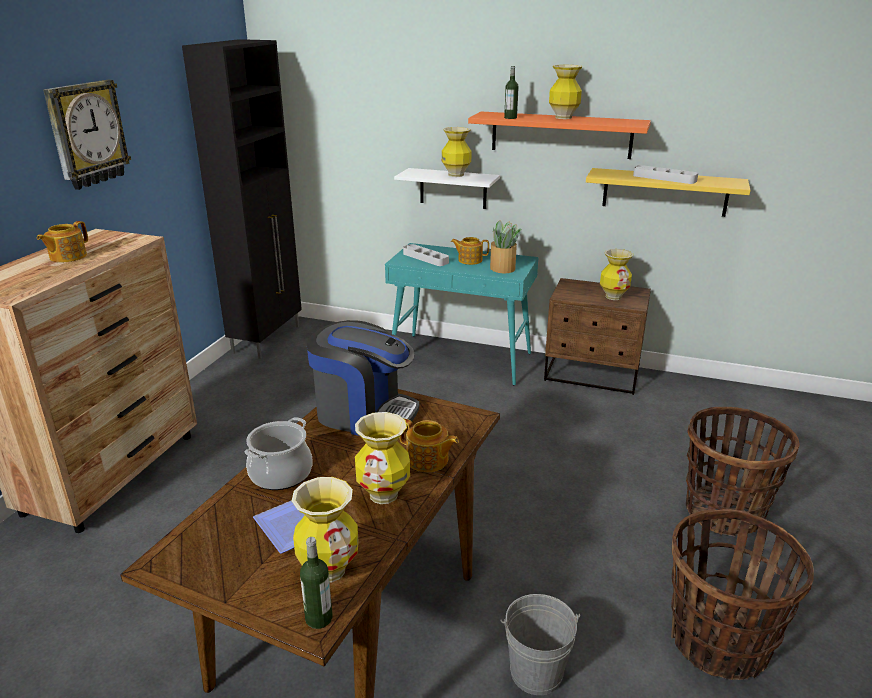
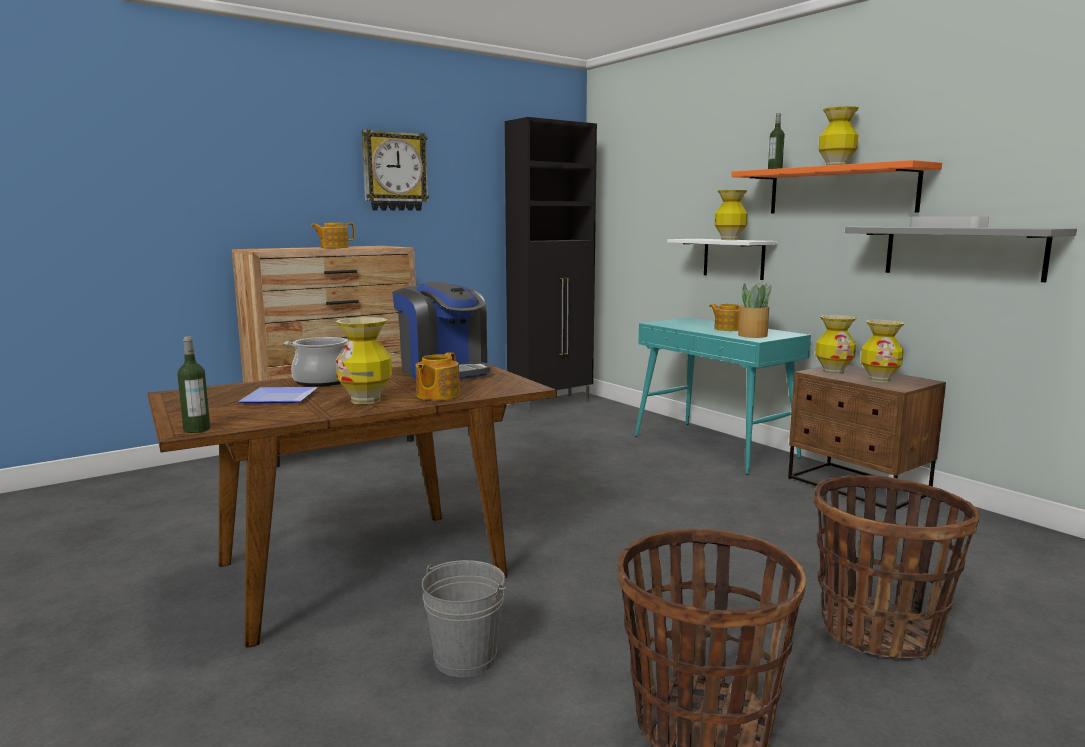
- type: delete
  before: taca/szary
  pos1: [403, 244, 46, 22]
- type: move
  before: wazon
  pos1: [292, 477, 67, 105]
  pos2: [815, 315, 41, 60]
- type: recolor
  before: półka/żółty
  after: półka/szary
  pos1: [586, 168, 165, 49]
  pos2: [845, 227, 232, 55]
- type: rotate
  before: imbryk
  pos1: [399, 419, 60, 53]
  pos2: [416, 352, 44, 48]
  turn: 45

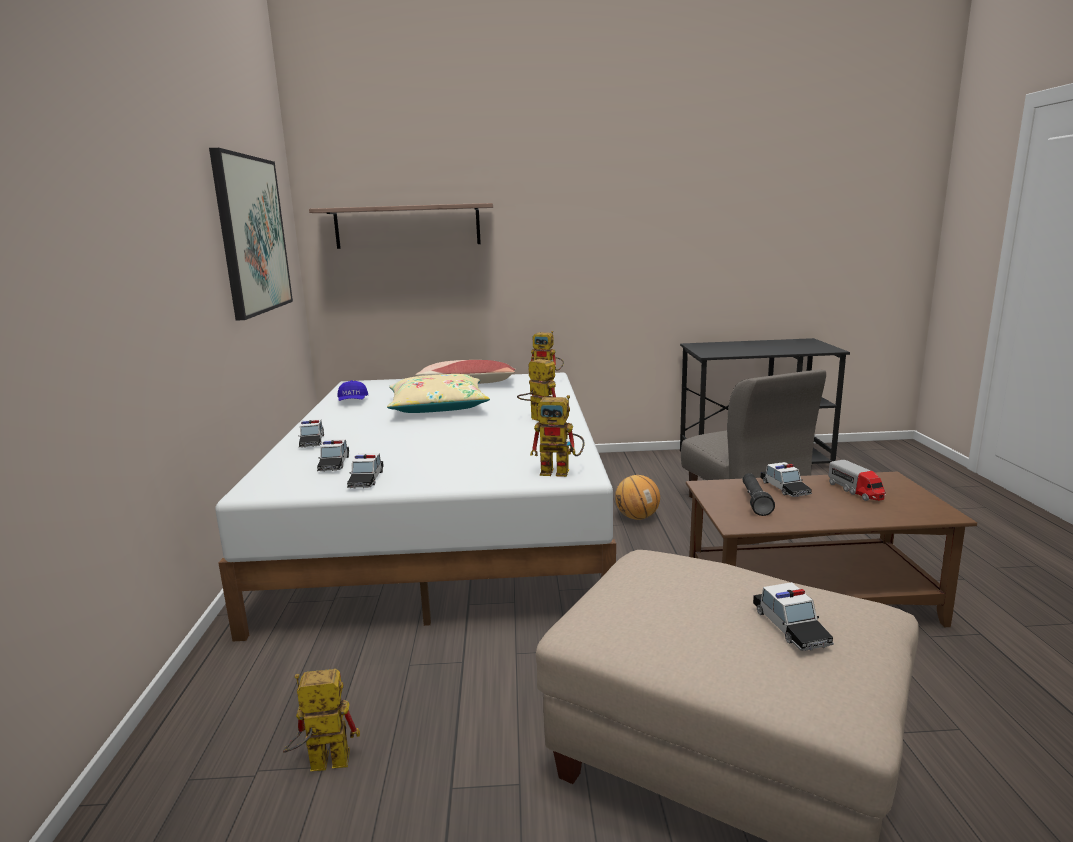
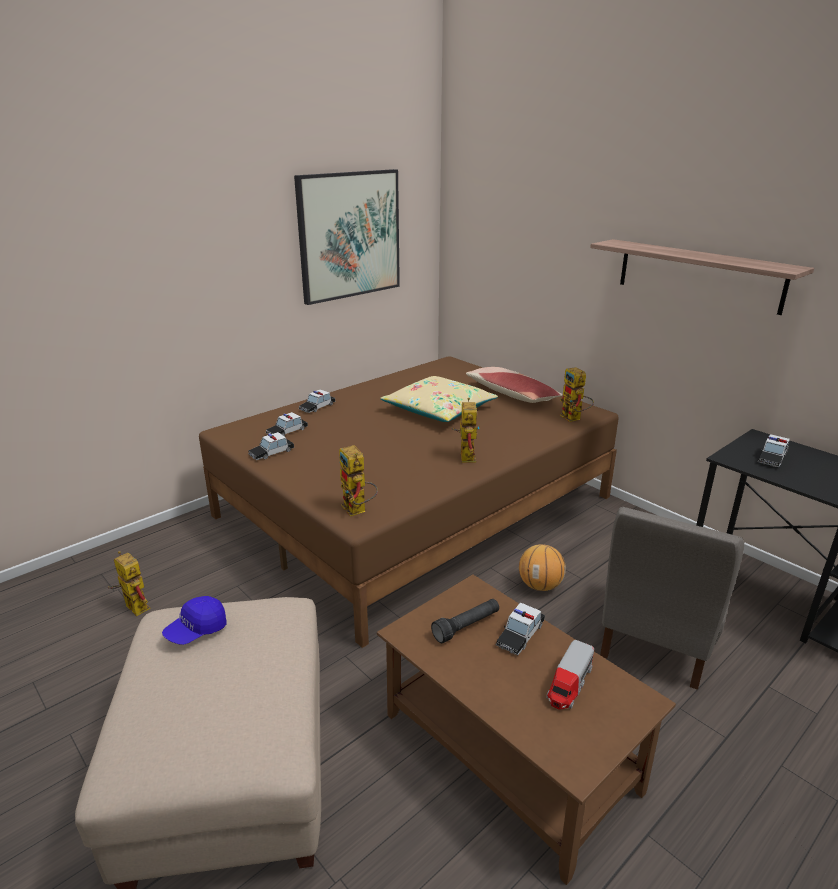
- type: move
  before: półka
  pos1: [309, 203, 184, 46]
  pos2: [590, 239, 224, 76]
- type: move
  before: czapka z daszkiem/niebieski
  pos1: [337, 380, 31, 21]
  pos2: [162, 596, 65, 49]
- type: move
  before: samochodzik
  pos1: [753, 582, 81, 69]
  pos2: [757, 434, 33, 33]
- type: recolor
  before: łóżko/biały
  after: łóżko/brązowy
  pos1: [215, 372, 401, 269]
  pos2: [199, 356, 420, 292]

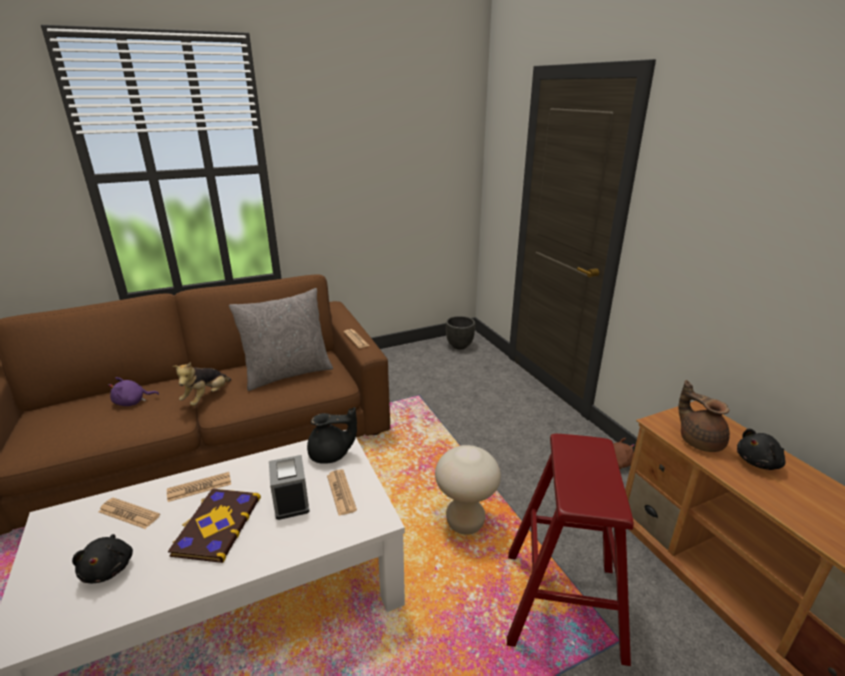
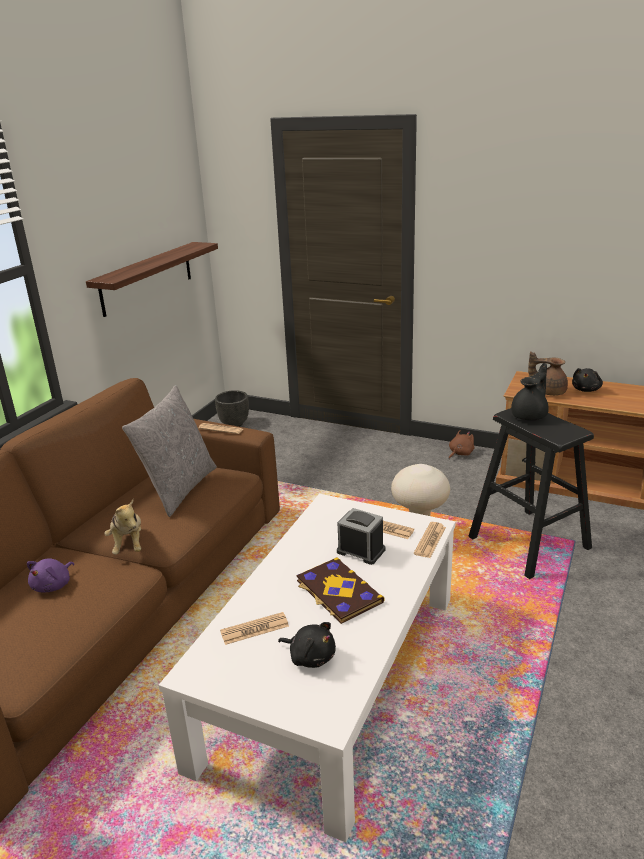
- type: insert
  after: półka
  pos2: [86, 242, 132, 75]
- type: move
  before: gazeta
  pos1: [167, 472, 64, 30]
  pos2: [414, 522, 32, 36]
- type: move
  before: imbryk/czarny
  pos1: [307, 407, 50, 57]
  pos2: [511, 363, 38, 57]
- type: recolor
  before: stołek/czerwony
  after: stołek/czarny
  pos1: [507, 434, 127, 232]
  pos2: [468, 408, 126, 171]

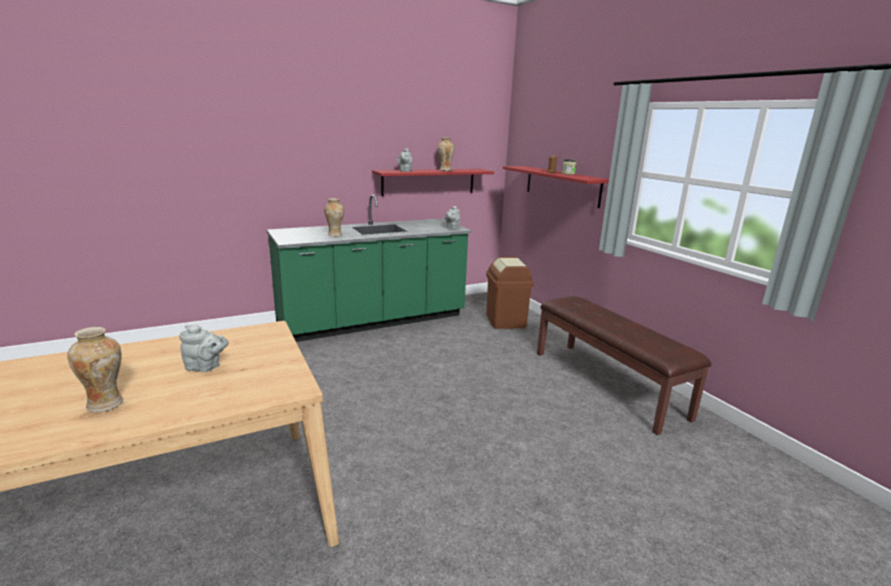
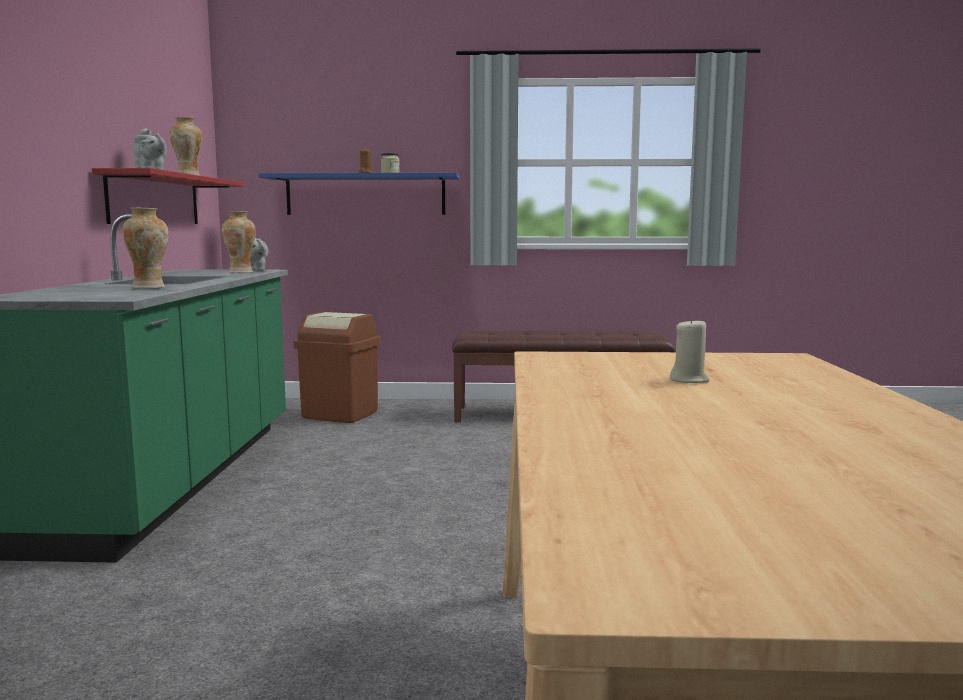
- type: move
  before: wazon
  pos1: [67, 327, 56, 85]
  pos2: [222, 211, 34, 62]
- type: replace
  before: imbryk/szary
  after: świeca/beżowy
  pos1: [179, 324, 50, 48]
  pos2: [670, 317, 40, 66]
- type: recolor
  before: półka/czerwony
  after: półka/niebieski
  pos1: [503, 166, 106, 42]
  pos2: [258, 172, 202, 43]

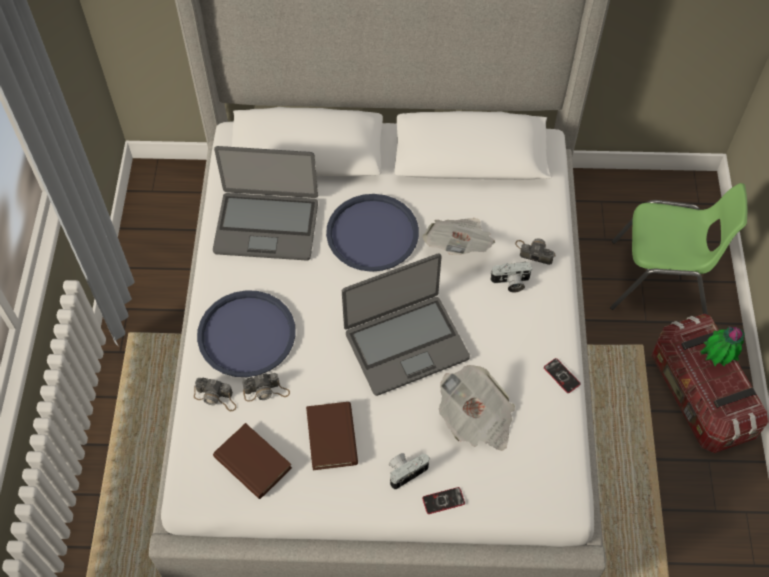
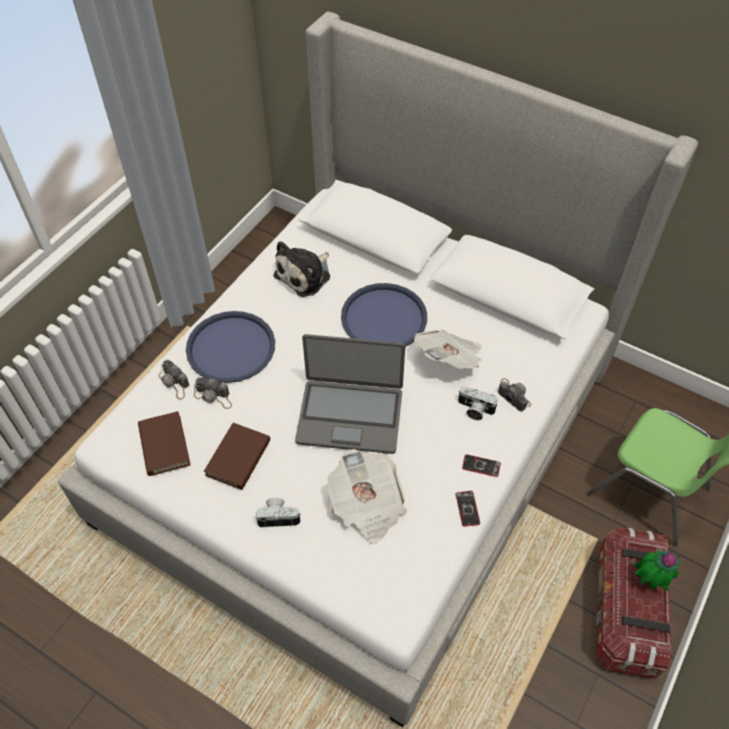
- type: move
  before: telefon
  pos1: [422, 487, 43, 27]
  pos2: [462, 454, 39, 23]
- type: replace
  before: laptop
  after: pluszak
  pos1: [213, 146, 105, 115]
  pos2: [273, 241, 57, 56]

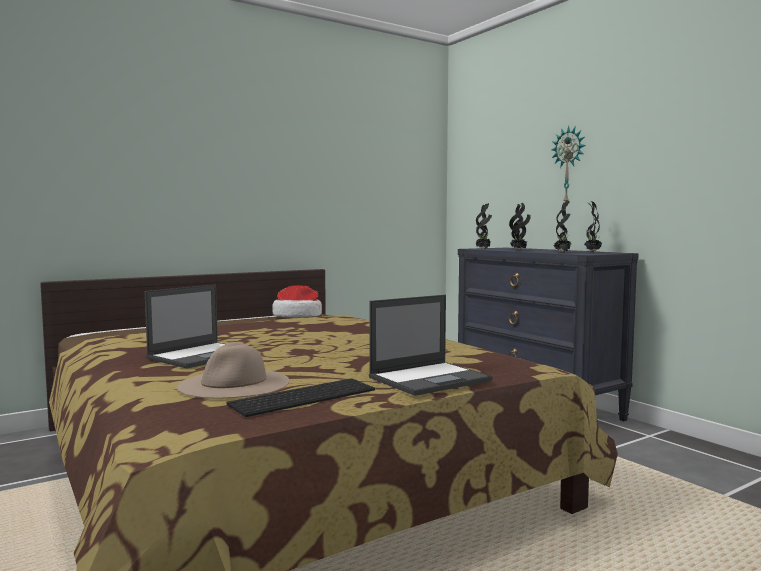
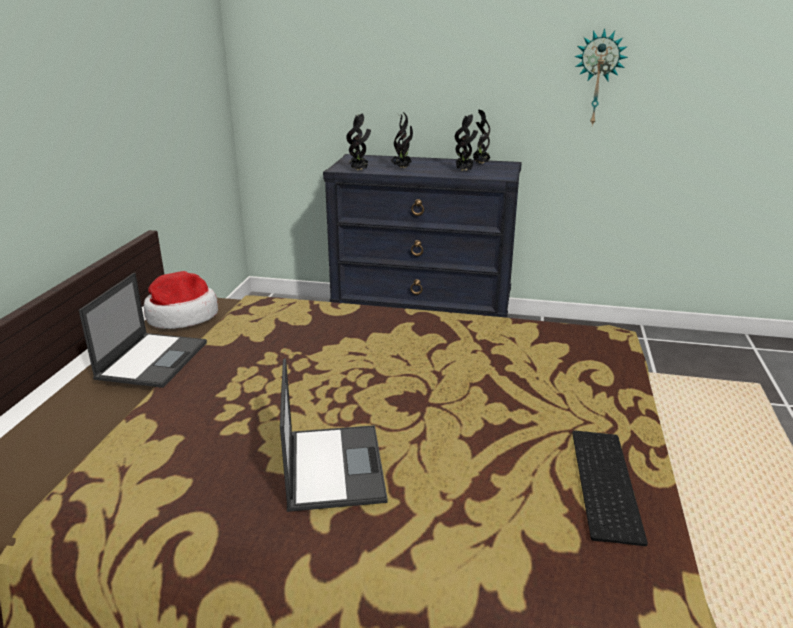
- type: delete
  before: kapelusz/beżowy
  pos1: [177, 342, 112, 57]
- type: move
  before: laptop
  pos1: [369, 295, 124, 101]
  pos2: [79, 273, 128, 115]
- type: move
  before: zegar ścienny
  pos1: [551, 125, 35, 77]
  pos2: [574, 28, 54, 98]

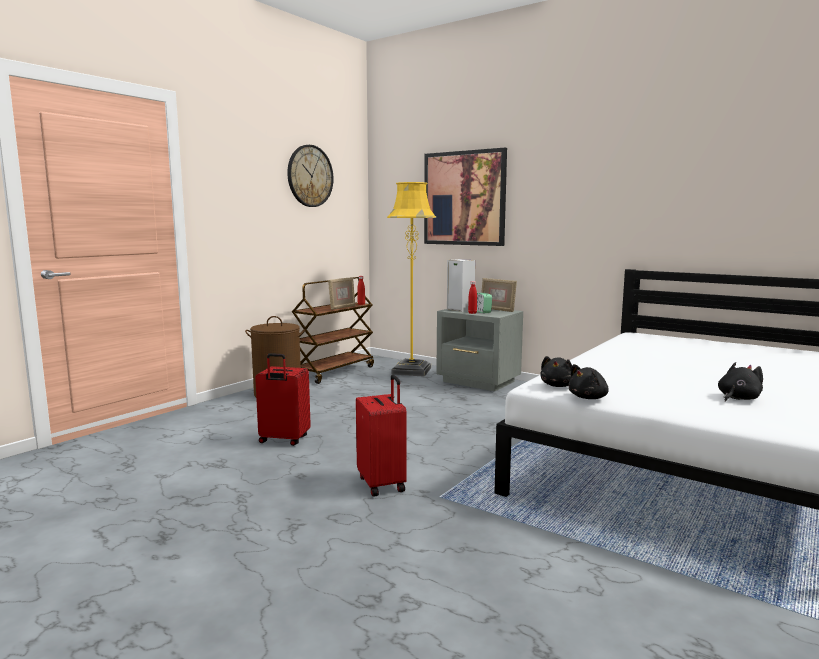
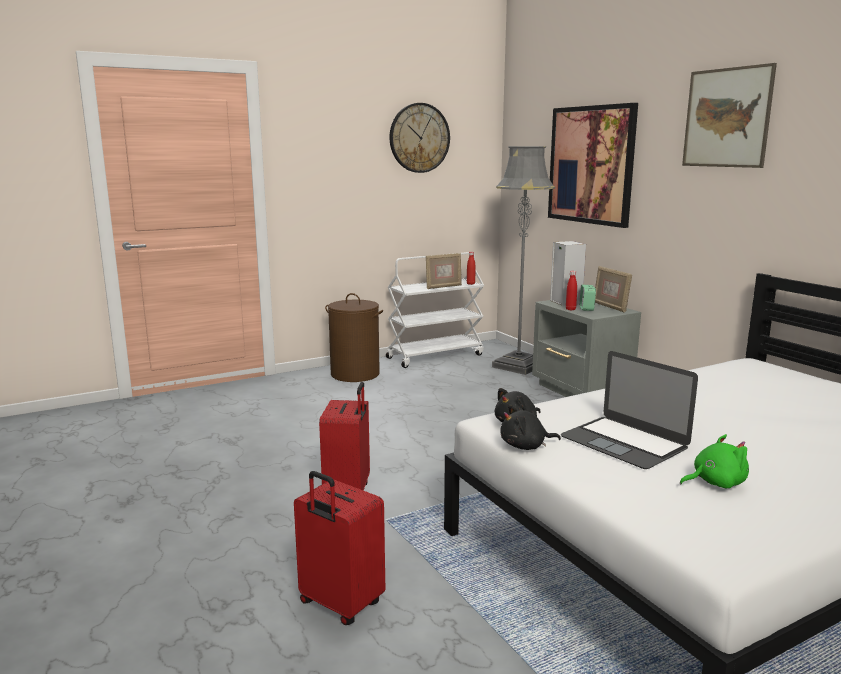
- type: insert
  after: laptop
  pos2: [561, 351, 137, 118]
- type: insert
  after: obraz
  pos2: [682, 63, 95, 105]
- type: move
  before: walizka/czerwony
  pos1: [255, 353, 56, 93]
  pos2: [294, 471, 91, 154]
- type: recolor
  before: wózek/brązowy
  after: wózek/biały
  pos1: [292, 277, 82, 107]
  pos2: [386, 252, 98, 116]
- type: recolor
  before: lampa stojąca/żółty
  after: lampa stojąca/szary
  pos1: [387, 182, 49, 195]
  pos2: [492, 146, 63, 229]
- type: recolor
  before: pluszak/czarny
  after: pluszak/zielony
  pos1: [718, 362, 45, 40]
  pos2: [680, 434, 69, 54]

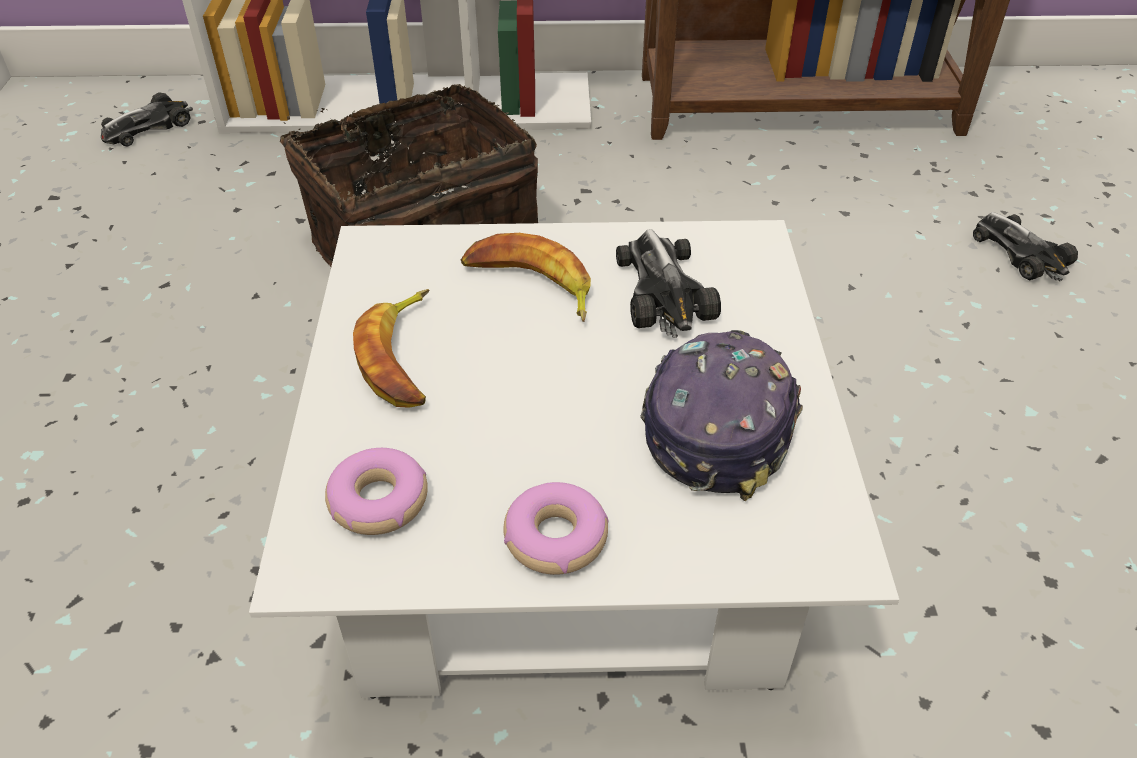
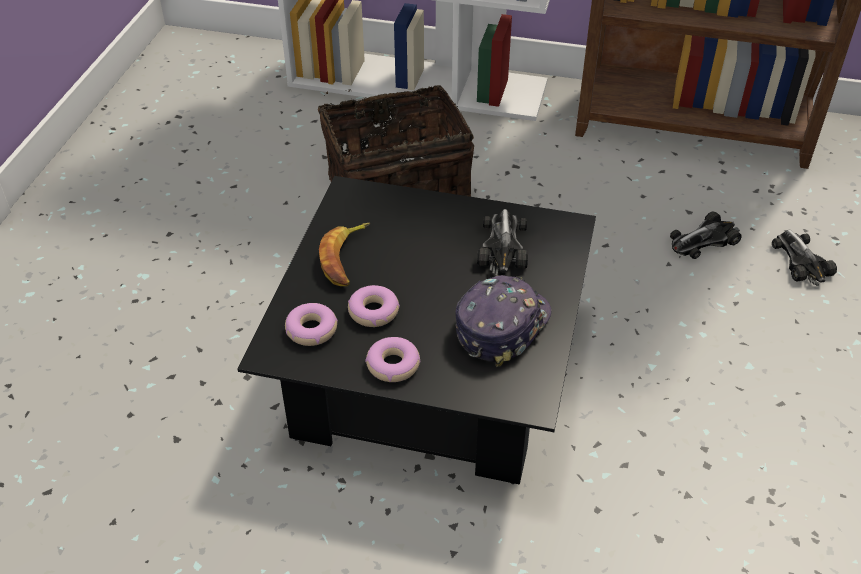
- type: delete
  before: banan
  pos1: [461, 233, 130, 89]
- type: insert
  after: donut
  pos2: [348, 285, 52, 42]
- type: move
  before: samochodzik
  pos1: [101, 92, 92, 54]
  pos2: [670, 211, 72, 48]
- type: recolor
  before: ława/biały
  after: ława/czarny
  pos1: [249, 220, 650, 479]
  pos2: [237, 176, 359, 309]

